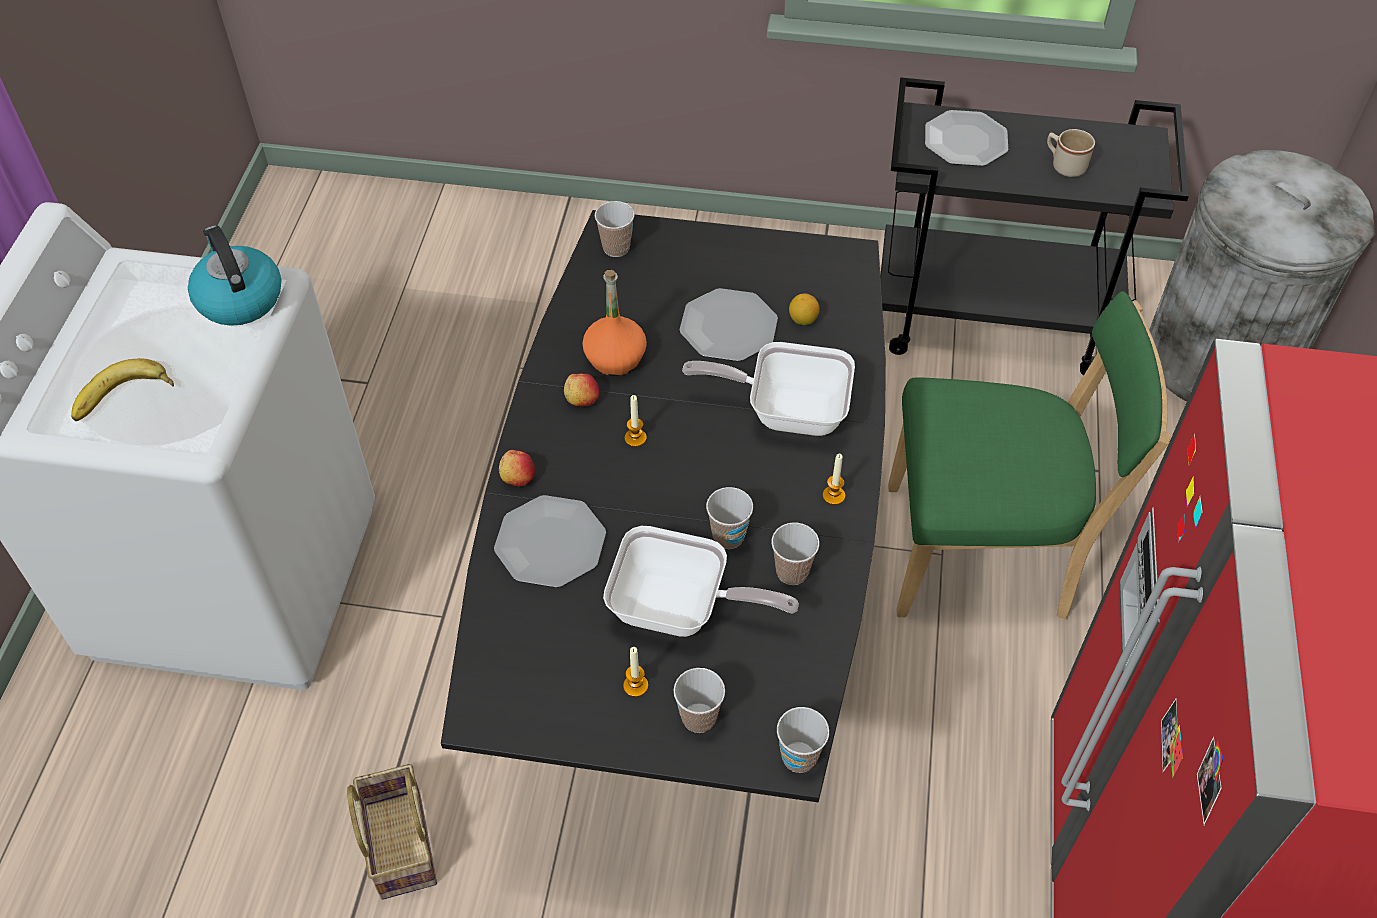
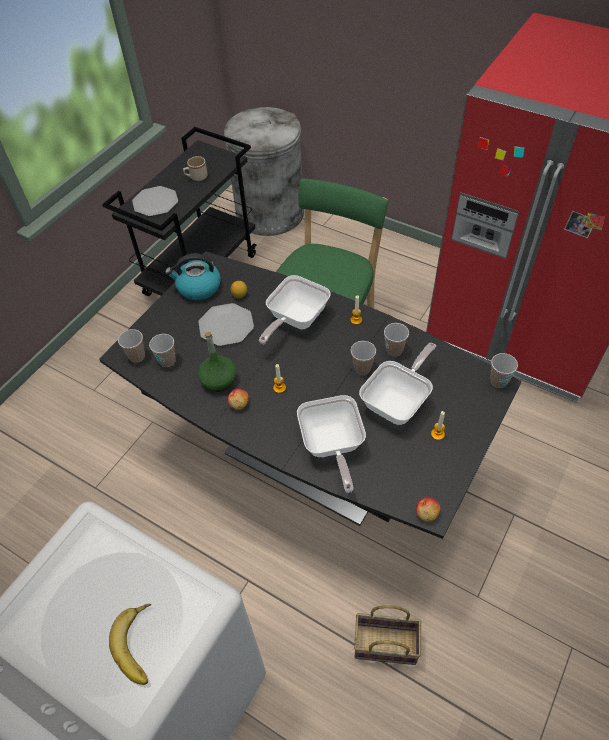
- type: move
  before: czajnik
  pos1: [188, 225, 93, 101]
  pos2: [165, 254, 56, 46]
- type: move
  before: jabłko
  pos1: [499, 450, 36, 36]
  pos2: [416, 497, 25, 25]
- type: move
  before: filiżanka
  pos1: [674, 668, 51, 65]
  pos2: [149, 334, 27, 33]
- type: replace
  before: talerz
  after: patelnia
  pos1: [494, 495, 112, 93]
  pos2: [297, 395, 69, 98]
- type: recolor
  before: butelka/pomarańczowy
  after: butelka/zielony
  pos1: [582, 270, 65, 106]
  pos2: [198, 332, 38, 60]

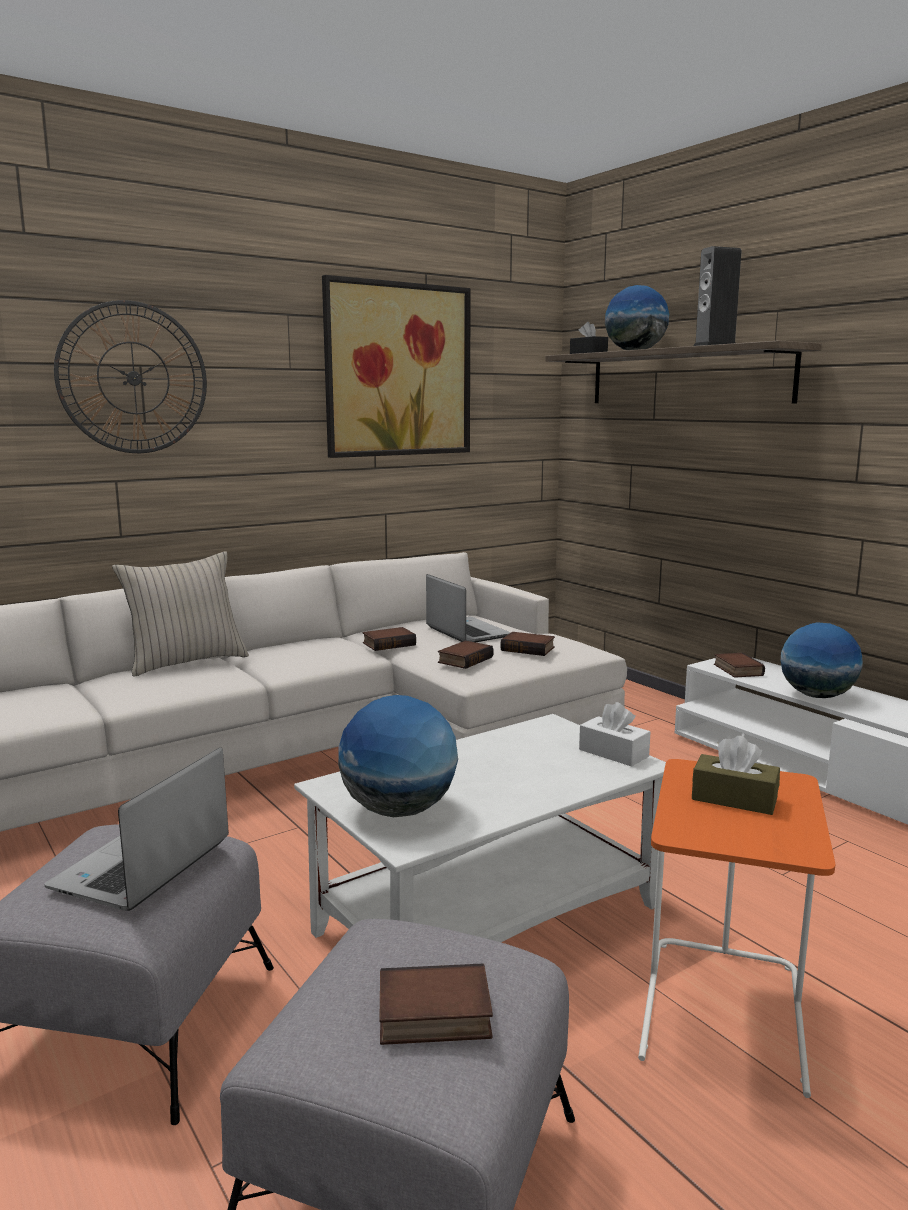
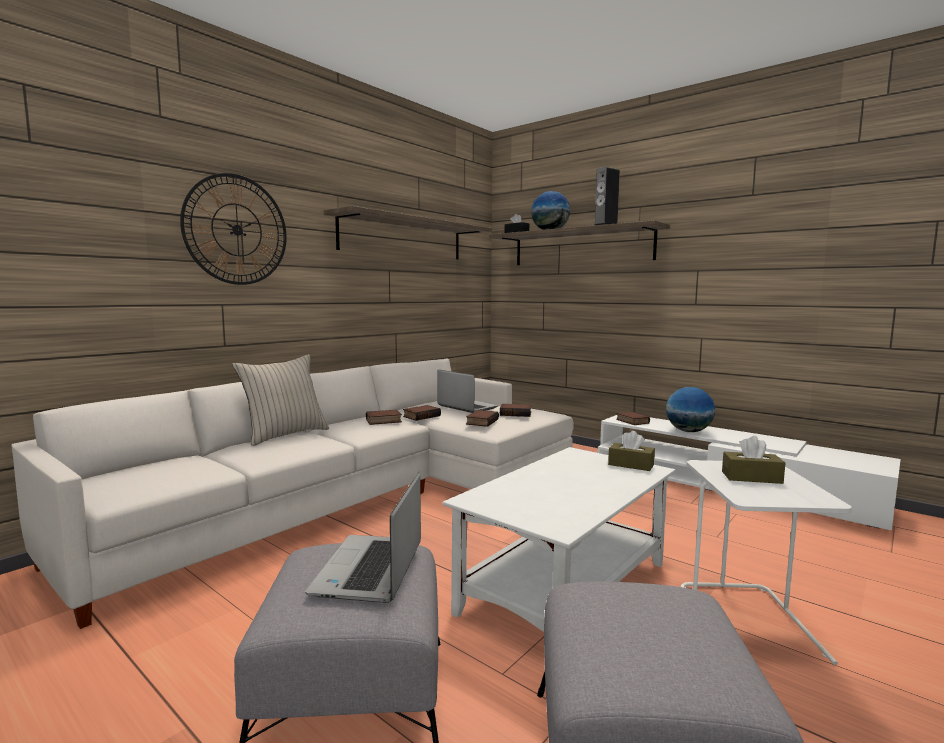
- type: delete
  before: globus
  pos1: [338, 695, 120, 122]
- type: move
  before: książka
  pos1: [379, 964, 114, 81]
  pos2: [366, 410, 36, 15]
- type: replace
  before: obraz
  after: półka
  pos1: [322, 275, 149, 183]
  pos2: [324, 206, 168, 53]
- type: recolor
  before: pudełko chusteczek/biały
  after: pudełko chusteczek/brązowy
  pos1: [579, 702, 72, 65]
  pos2: [608, 431, 47, 40]
- type: recolor
  before: stolik/pomarańczowy
  after: stolik/biały
  pos1: [638, 759, 197, 339]
  pos2: [680, 460, 172, 205]

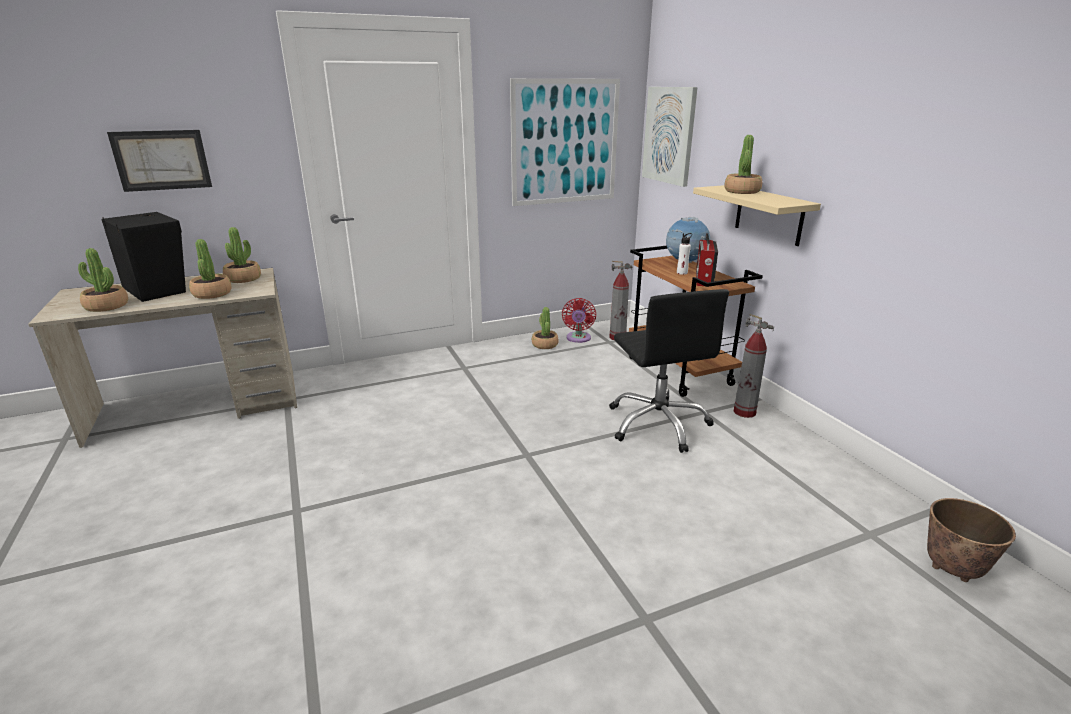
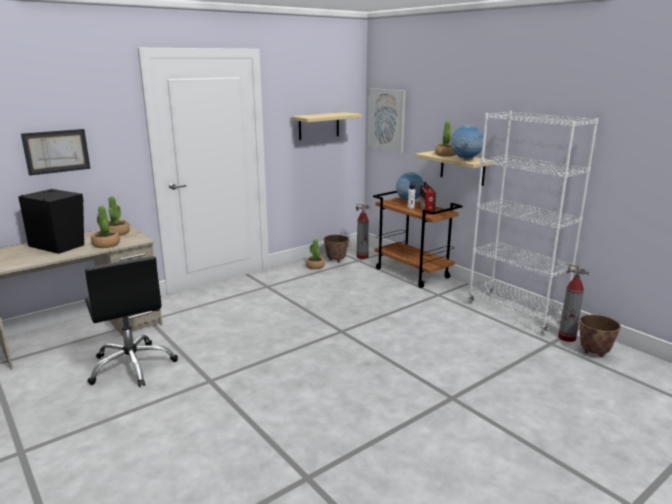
- type: delete
  before: roślina doniczkowa
  pos1: [78, 248, 50, 64]
- type: insert
  after: globus
  pos2: [451, 125, 32, 35]
- type: insert
  after: regał/biały
  pos2: [468, 111, 131, 224]
- type: move
  before: krzesło biurowe/czarny
  pos1: [609, 289, 120, 164]
  pos2: [85, 256, 93, 131]
- type: move
  before: gaśnica
  pos1: [734, 314, 40, 104]
  pos2: [558, 264, 31, 78]
- type: replace
  before: obraz
  after: półka/beżowy
  pos1: [510, 78, 110, 128]
  pos2: [291, 112, 71, 28]
- type: replace
  before: wentylator/czerwony
  after: donica
  pos1: [562, 298, 34, 45]
  pos2: [323, 235, 26, 28]

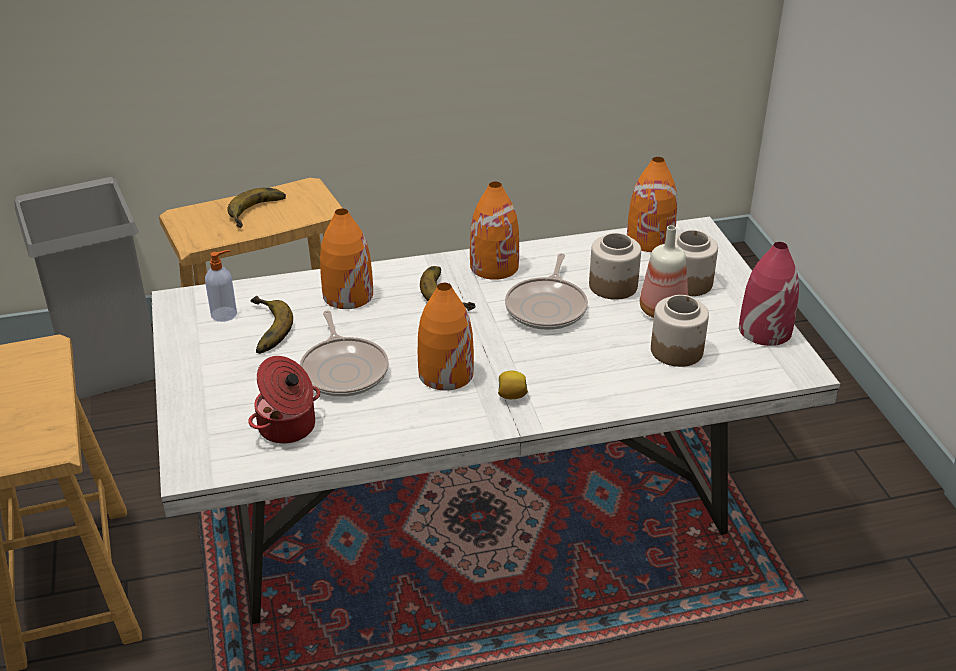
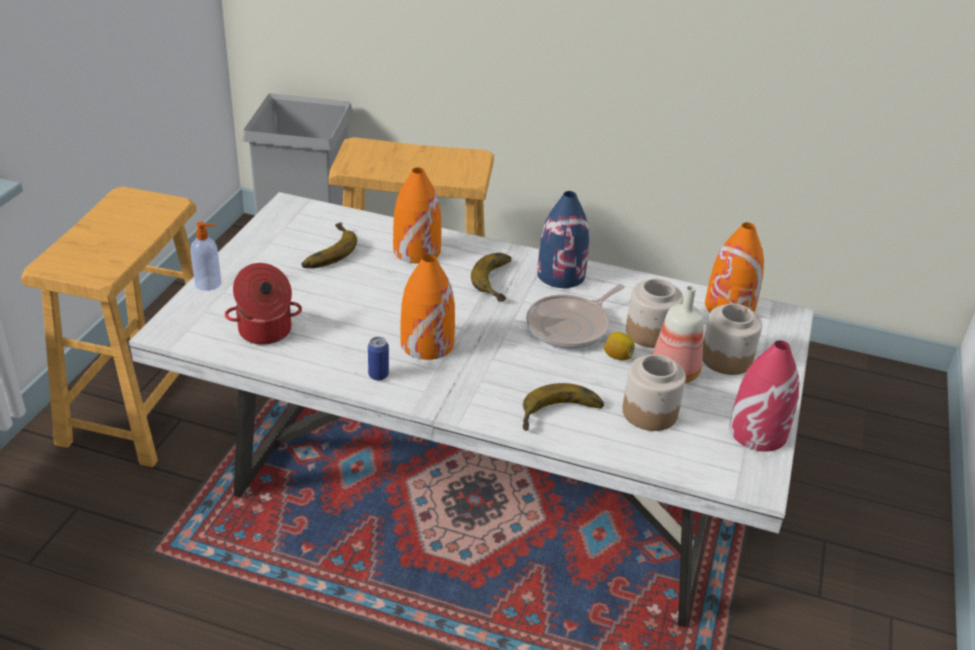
- type: delete
  before: patelnia
  pos1: [300, 311, 89, 86]
- type: insert
  after: puszka
  pos2: [368, 337, 21, 44]
- type: move
  before: dozownik mydła
  pos1: [205, 250, 32, 72]
  pos2: [190, 222, 31, 69]
- type: move
  before: banan
  pos1: [227, 188, 59, 40]
  pos2: [522, 383, 82, 48]
- type: move
  before: cytryna
  pos1: [498, 371, 30, 28]
  pos2: [604, 332, 31, 28]
- type: recolor
  before: wazon/pomarańczowy
  after: wazon/niebieski
  pos1: [470, 182, 49, 98]
  pos2: [537, 191, 52, 97]

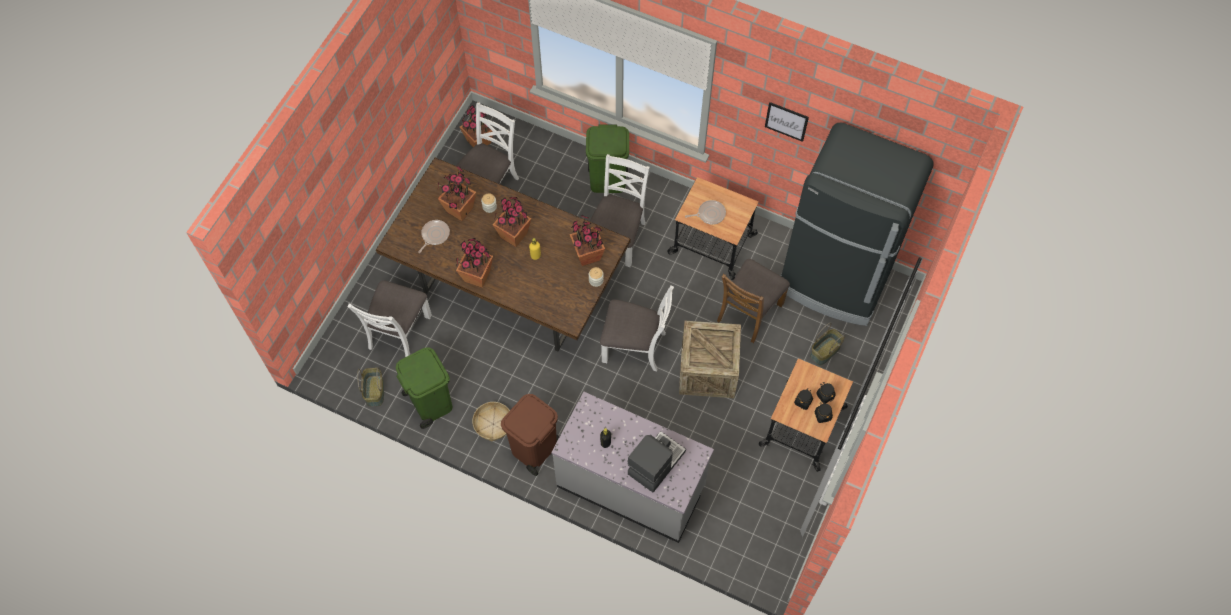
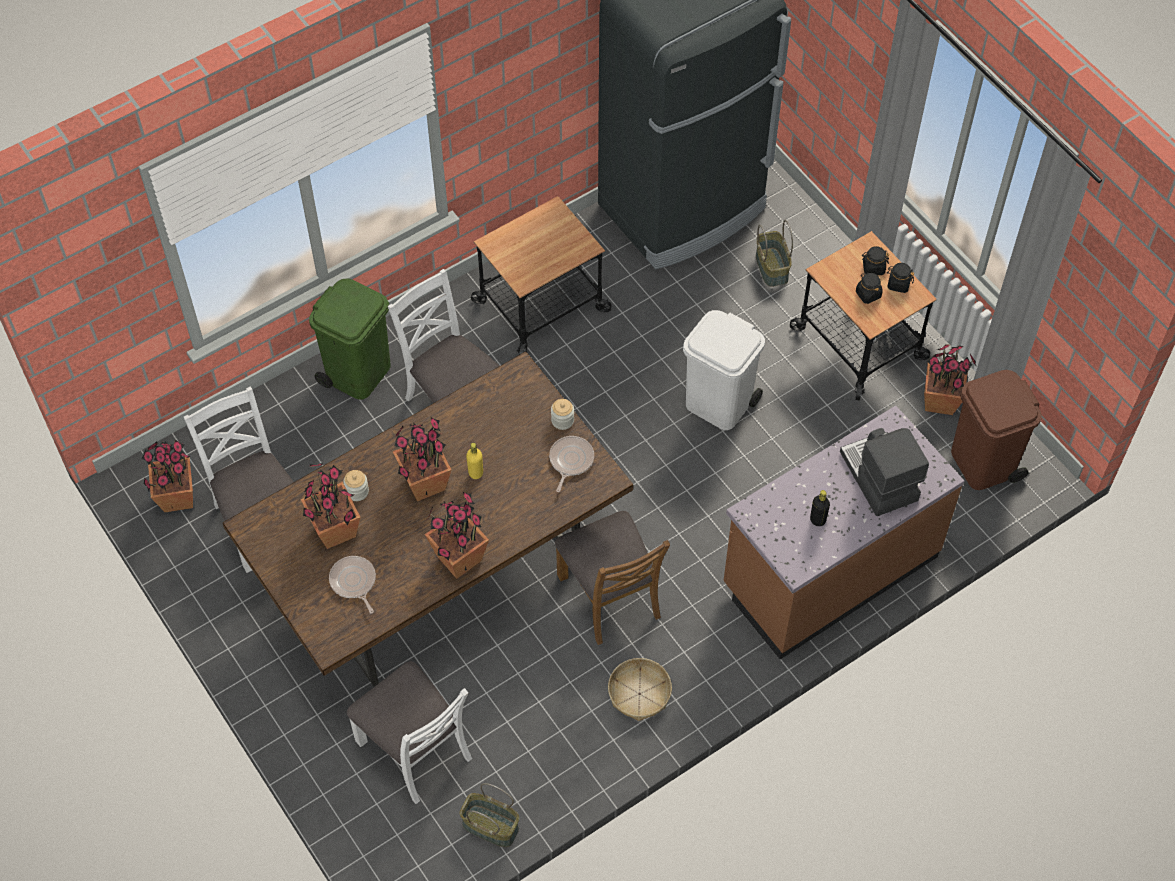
- type: delete
  before: kosz na śmieci/zielony
  pos1: [396, 347, 57, 82]
- type: delete
  before: krzesło/biały
  pos1: [600, 285, 74, 86]
- type: delete
  before: obraz
  pos1: [765, 102, 44, 40]
- type: move
  before: kosz na śmieci/brązowy
  pos1: [501, 394, 59, 82]
  pos2: [951, 370, 91, 120]
- type: move
  before: roślina doniczkowa
  pos1: [570, 214, 35, 52]
  pos2: [924, 344, 52, 71]
- type: move
  before: patelnia
  pos1: [685, 200, 41, 25]
  pos2: [549, 436, 45, 56]
- type: move
  before: krzesło/brązowy
  pos1: [717, 259, 73, 84]
  pos2: [555, 511, 115, 134]
- type: replace
  before: skrzynka
  after: kosz na śmieci/biały
  pos1: [679, 321, 62, 77]
  pos2: [683, 310, 82, 120]
- type: recolor
  before: zabudowa kuchenna/szary
  after: zabudowa kuchenna/brązowy
  pos1: [552, 392, 162, 151]
  pos2: [724, 406, 240, 253]

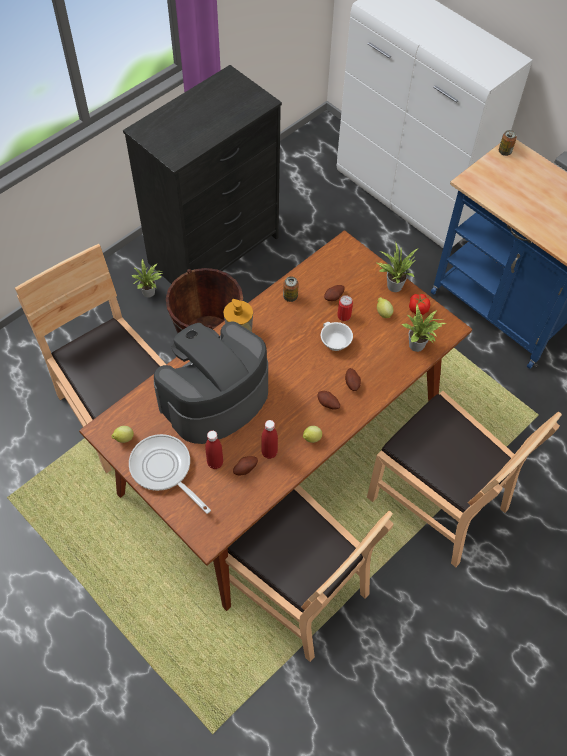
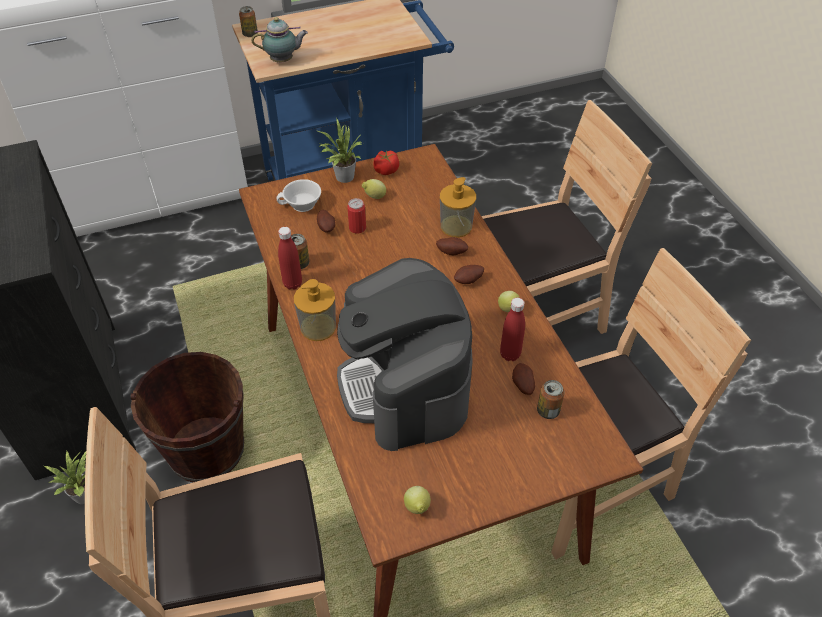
- type: delete
  before: patelnia
  pos1: [129, 434, 82, 80]
- type: delete
  before: roślina doniczkowa
  pos1: [402, 304, 44, 48]
- type: insert
  after: imbryk
  pos2: [252, 17, 56, 45]
- type: insert
  after: dozownik mydła
  pos2: [440, 177, 36, 60]
- type: insert
  after: puszka
  pos2: [537, 380, 28, 39]
- type: move
  before: butelka/czerwony
  pos1: [205, 431, 18, 38]
  pos2: [278, 227, 24, 63]
- type: move
  before: filiżanka/biały
  pos1: [321, 322, 32, 29]
  pos2: [277, 179, 44, 33]

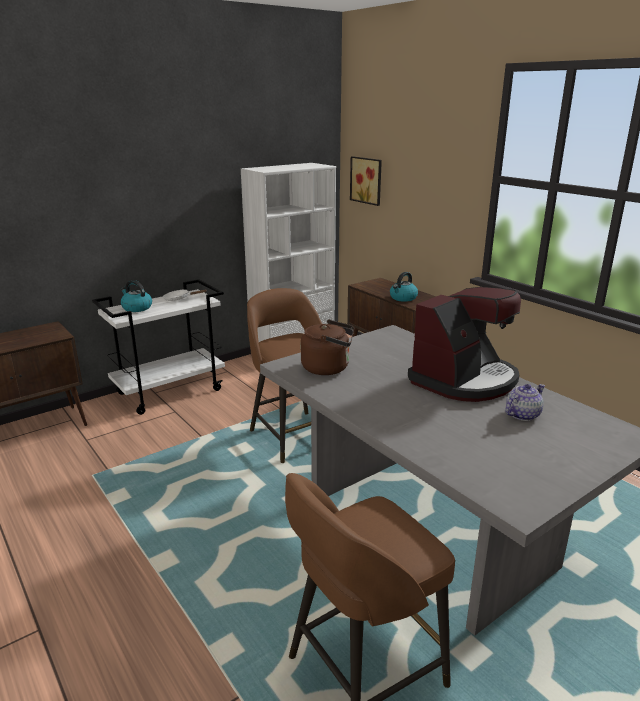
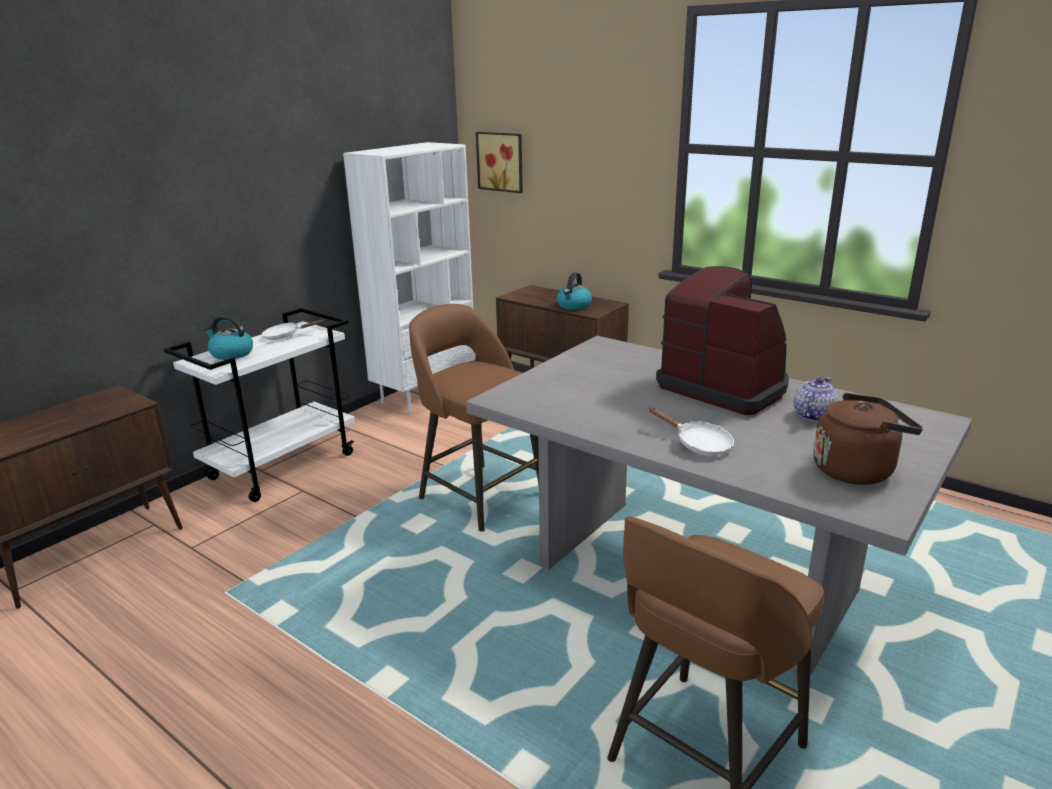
- type: insert
  after: patelnia/biały
  pos2: [649, 407, 85, 49]
- type: move
  before: czajnik/brązowy
  pos1: [301, 320, 53, 55]
  pos2: [813, 393, 110, 92]
- type: rotate
  before: ekspres do kawy
  pos1: [408, 287, 113, 115]
  pos2: [656, 266, 133, 149]
  turn: -75

